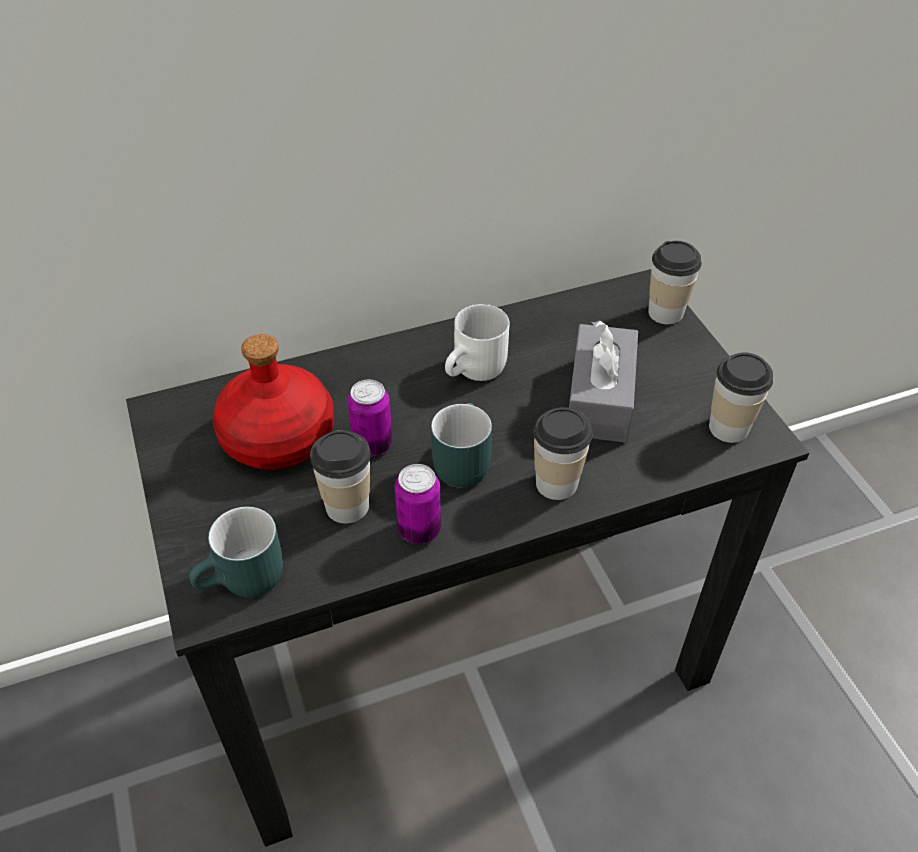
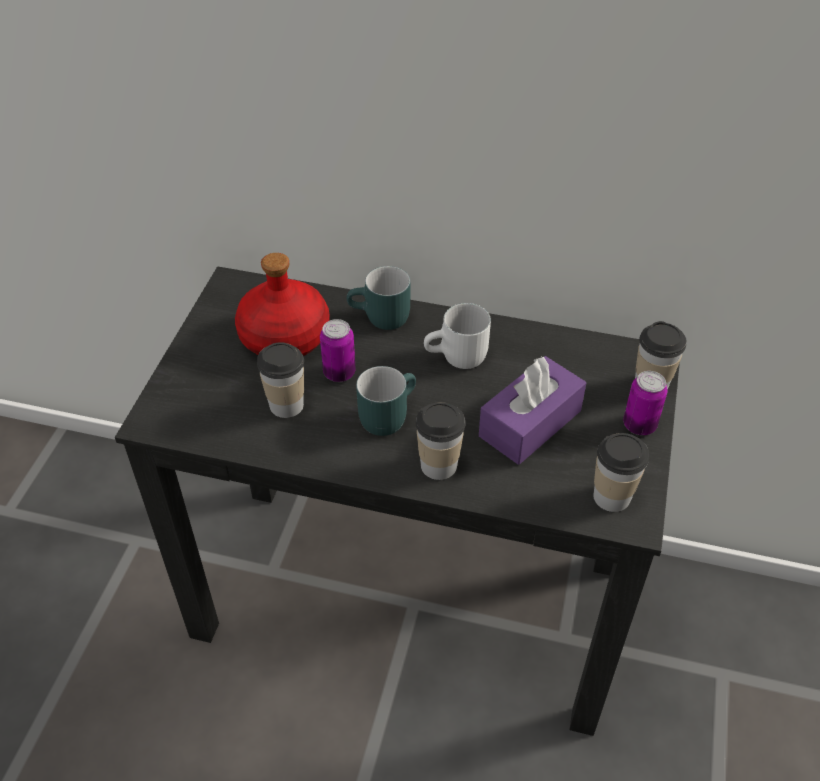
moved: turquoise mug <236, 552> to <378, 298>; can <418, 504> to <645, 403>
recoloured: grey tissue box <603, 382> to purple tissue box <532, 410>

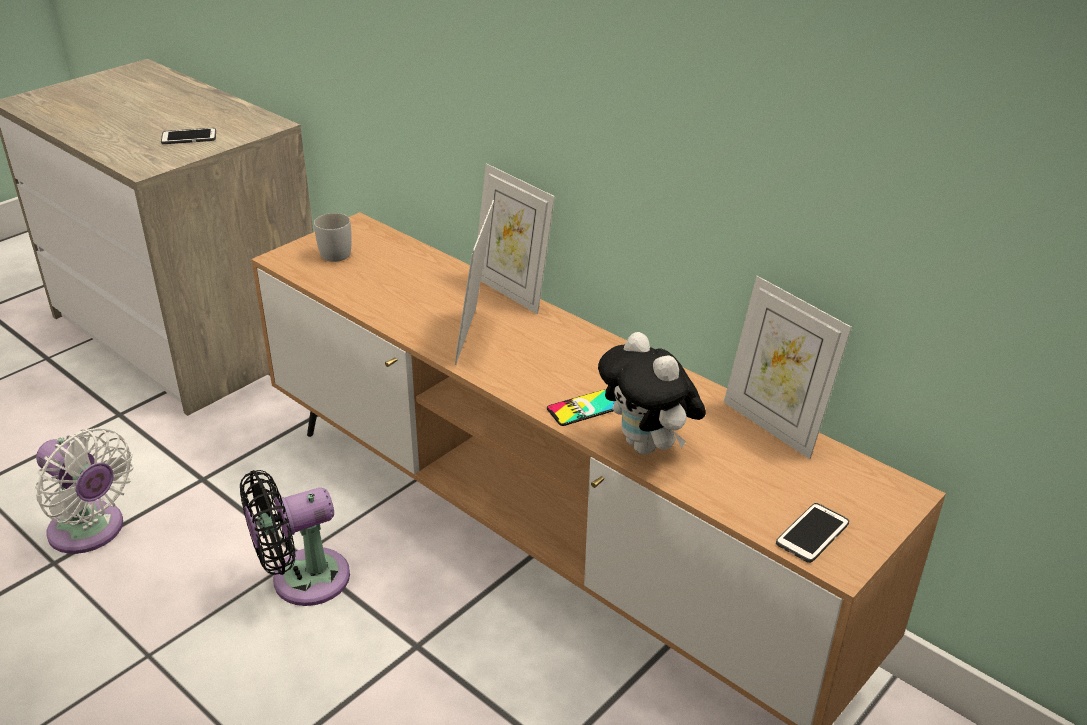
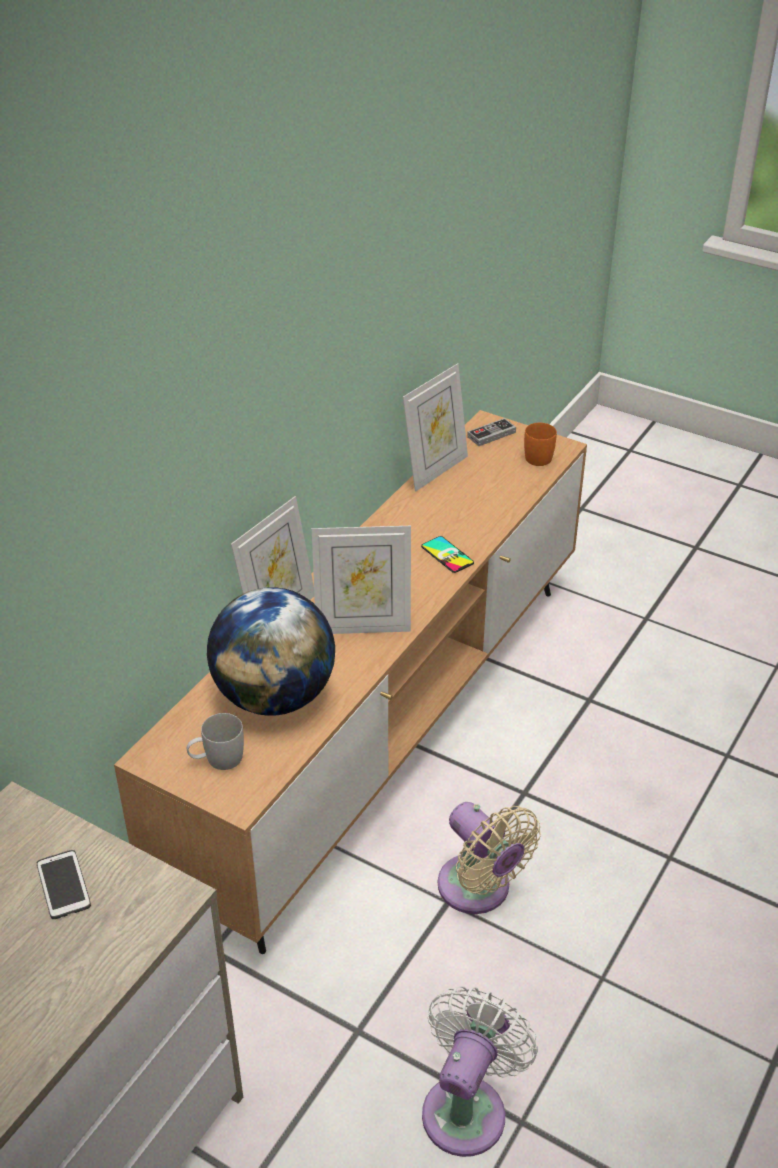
removed: plush toy <652, 393>
added: globe <271, 651>; game controller <491, 432>
replaced: phone <812, 533> to orange mug <540, 444>
recoloured: black fan <295, 538> to beige fan <489, 858>

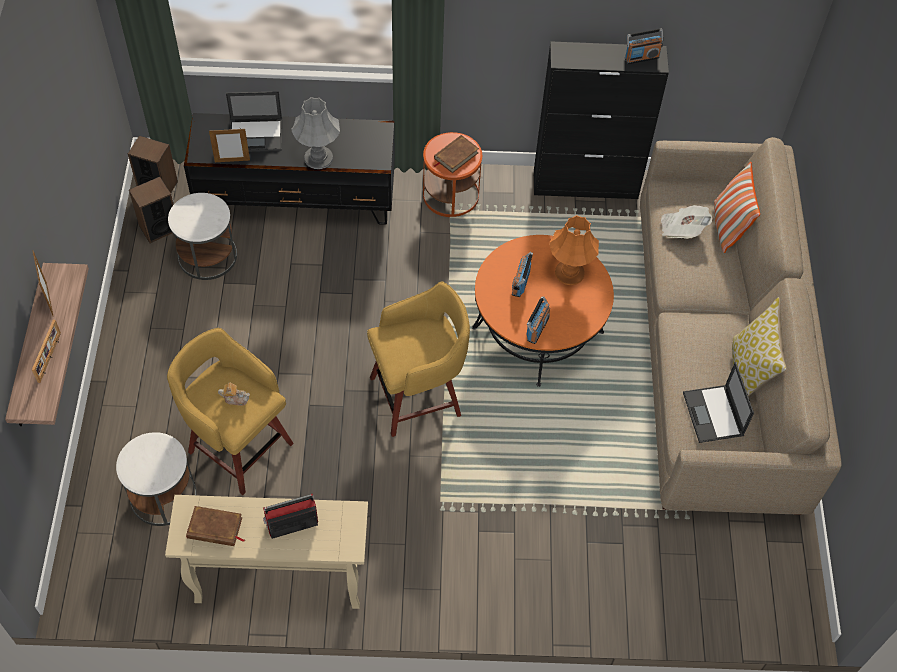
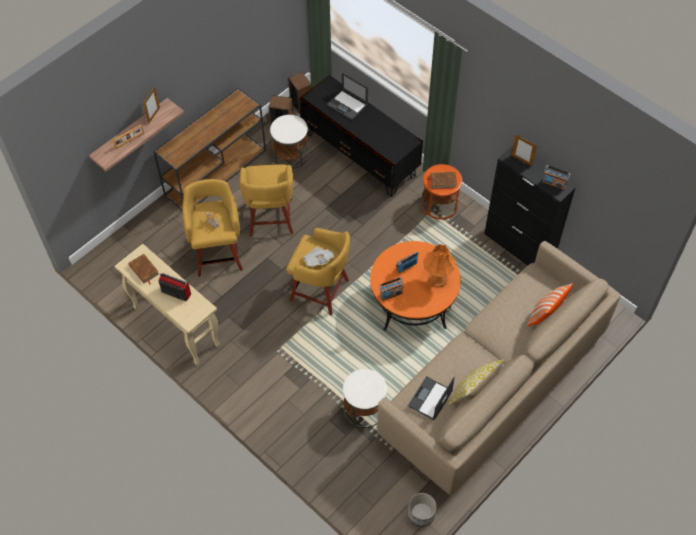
removed: grey table lamp <315, 133>
added: brown console table <209, 149>; yellow stool <266, 200>; planter <422, 510>
moved: newspaper <686, 222> to <318, 257>; white side table <156, 479> to <365, 398>; picture frame <229, 145> to <524, 150>

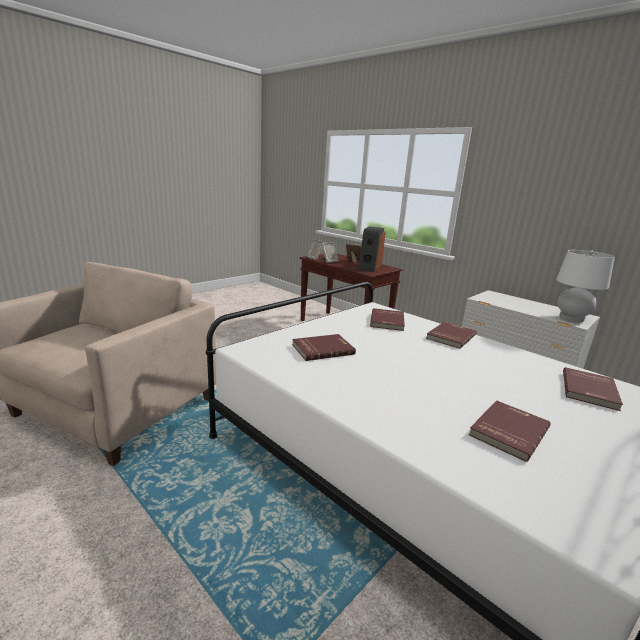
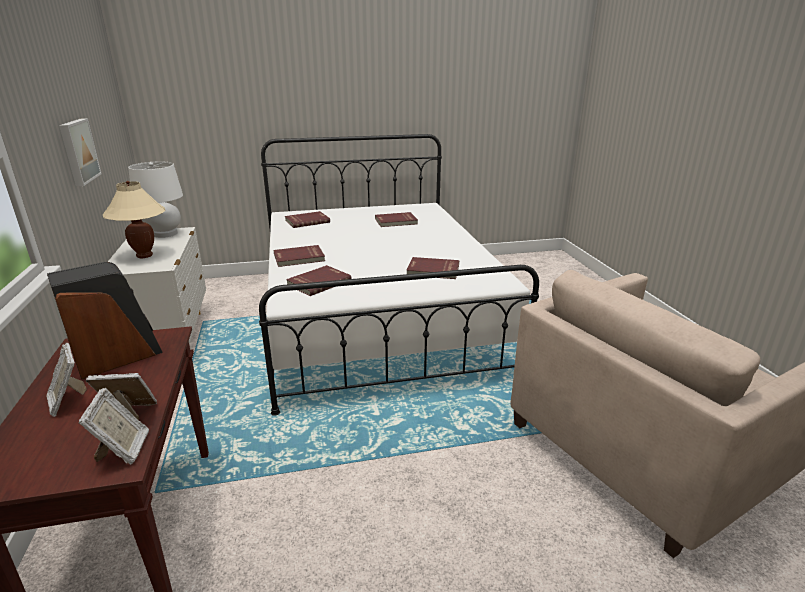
added: picture <80, 152>; beige table lamp <134, 219>

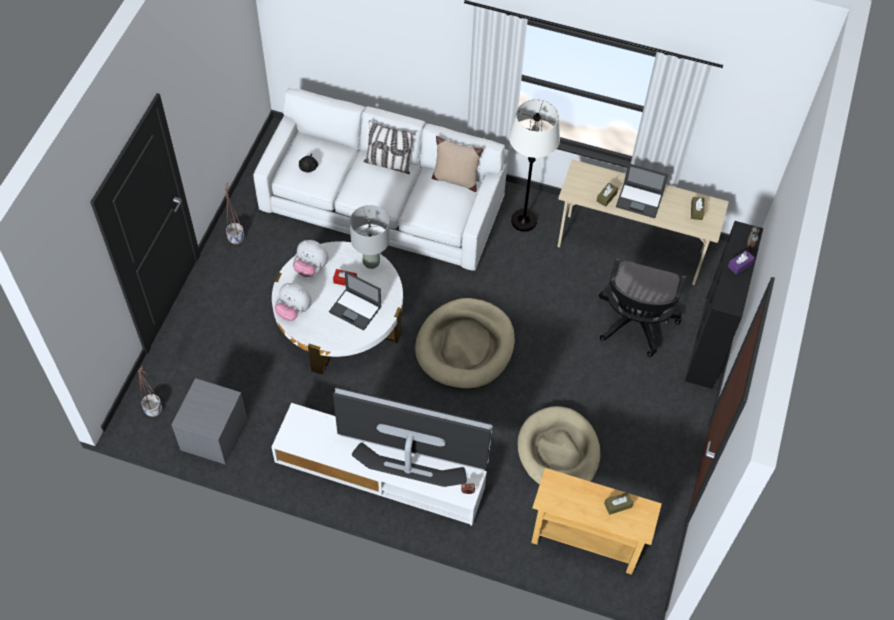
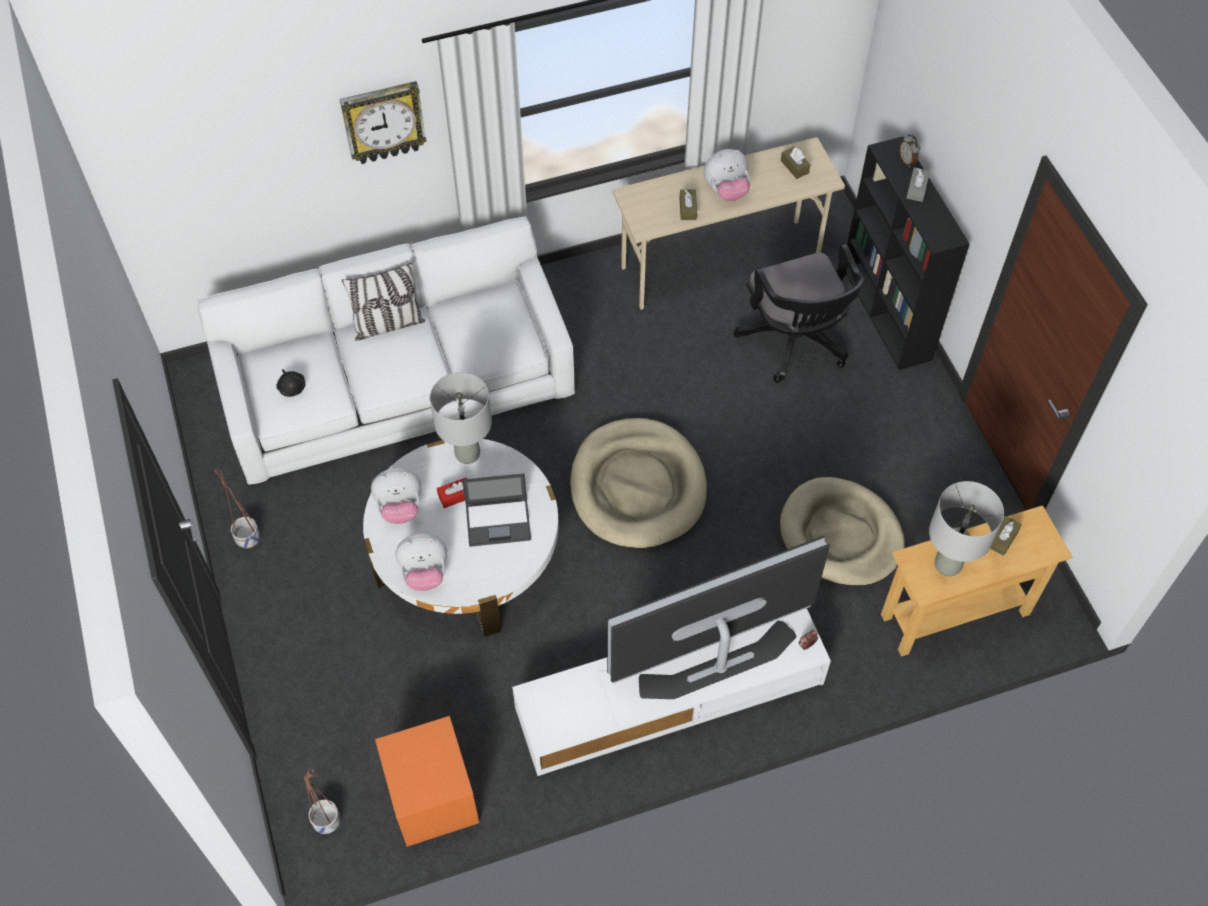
removed: beige pillow <457, 164>; white floor lamp <534, 165>
added: wall clock <383, 122>; grey table lamp <966, 528>
replaced: laptop <642, 190> to plush toy <727, 175>
recoloured: grey nightstand <209, 421> to orange nightstand <427, 781>; purple tissue box <741, 262> to grey tissue box <918, 185>

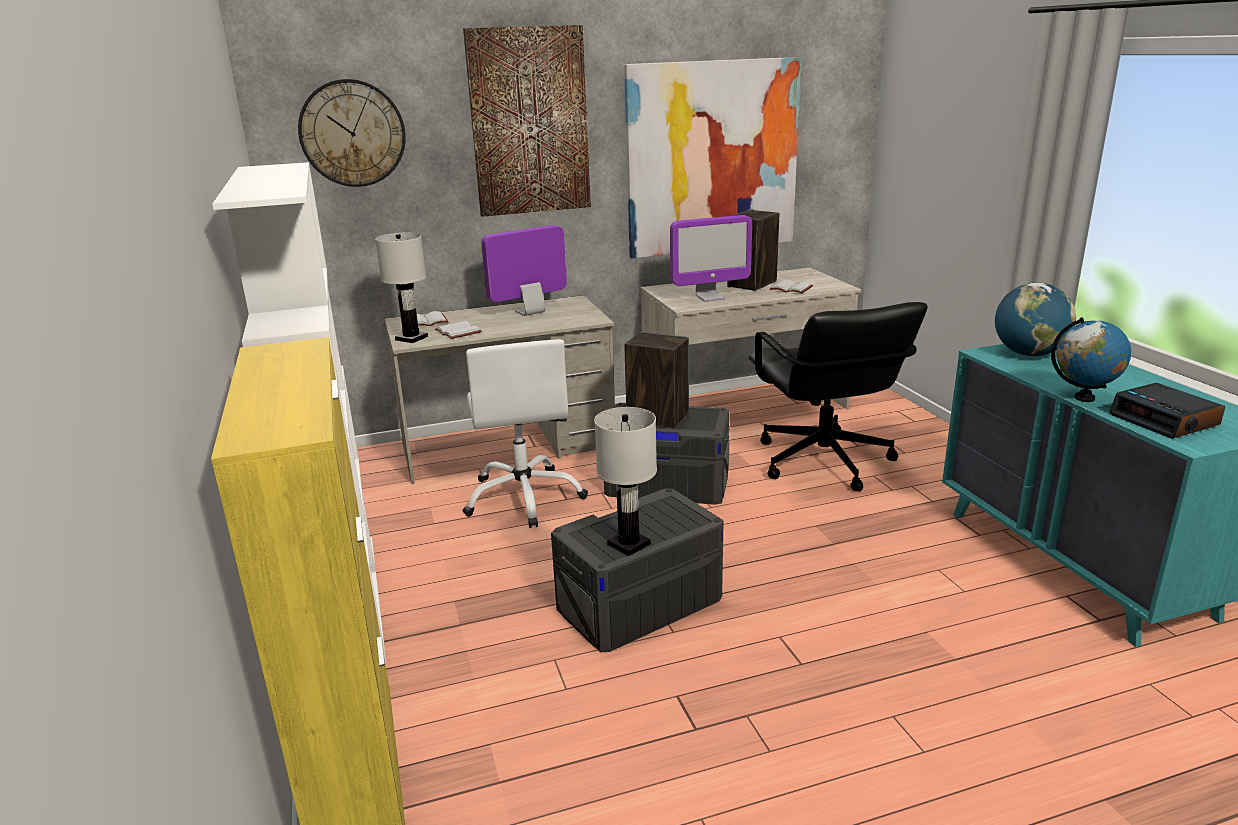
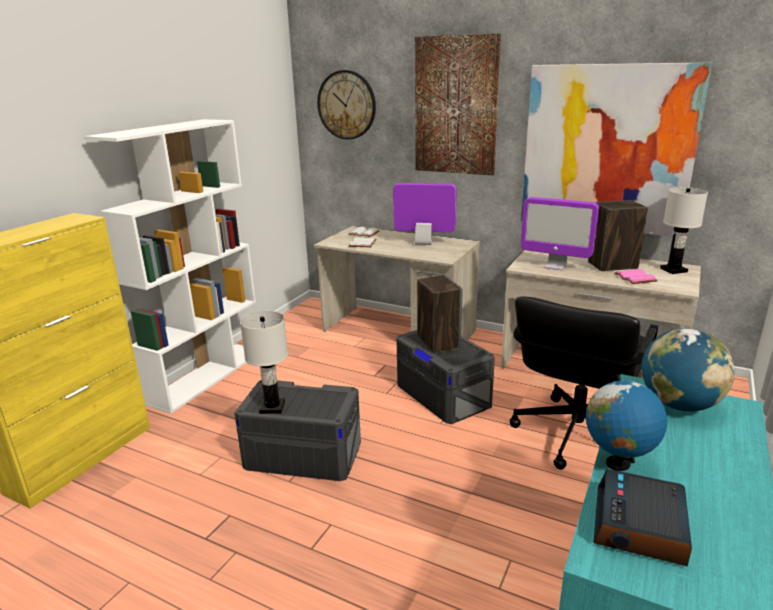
removed: white office chair <525, 433>
moved: white table lamp <401, 287> to <684, 230>
recoloured: white book <791, 286> to pink book <636, 276>

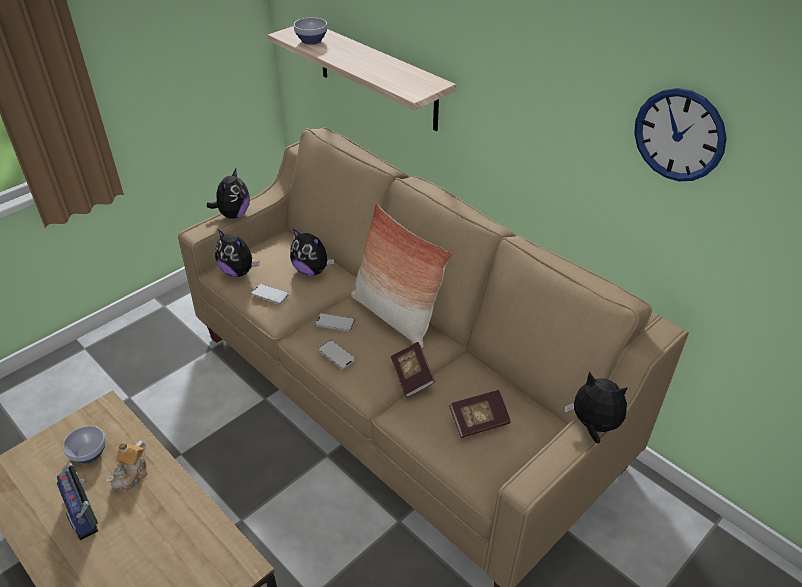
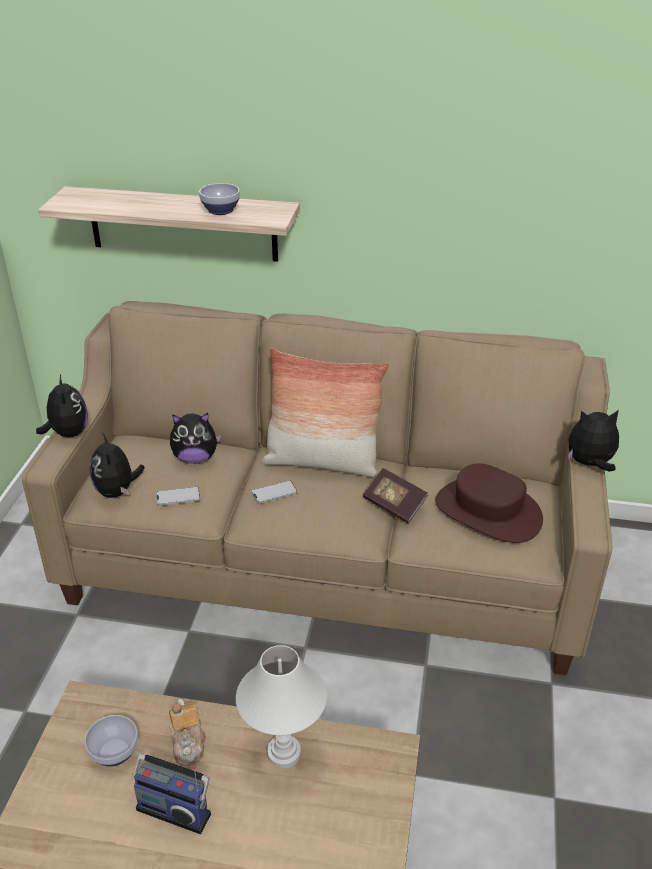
removed: phone <337, 354>; wall clock <680, 134>
added: white table lamp <281, 706>
moved: bowl <311, 31> to <219, 199>
replaced: book <480, 414> to brown hat <489, 503>
turned: plush toy <237, 253> = <117, 465> 75 degrees clockwise

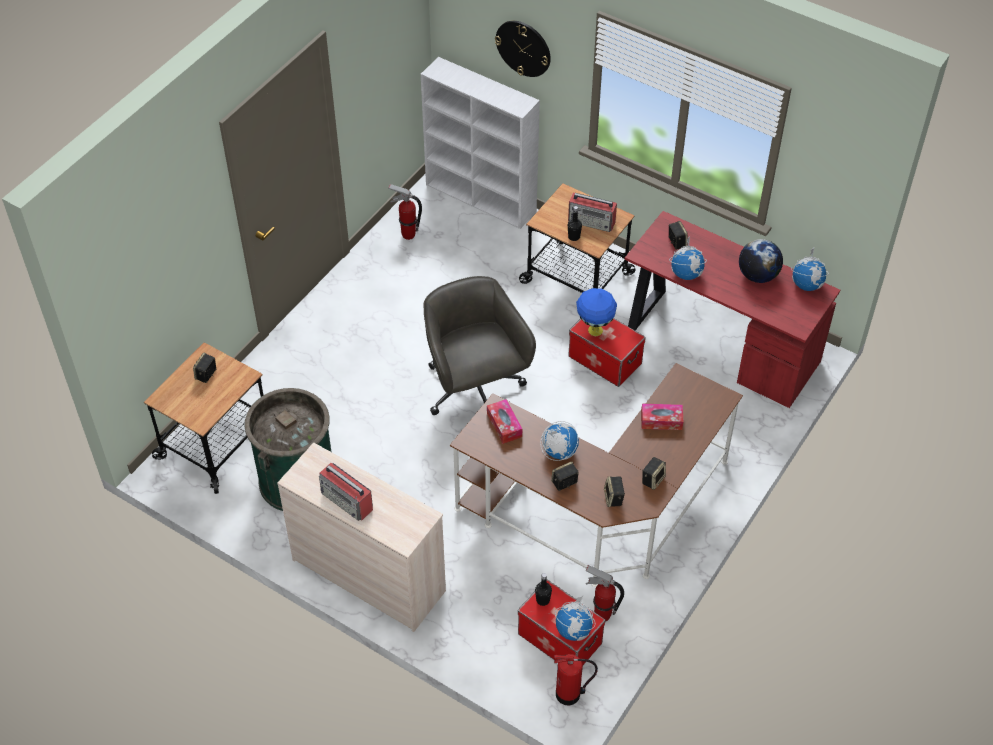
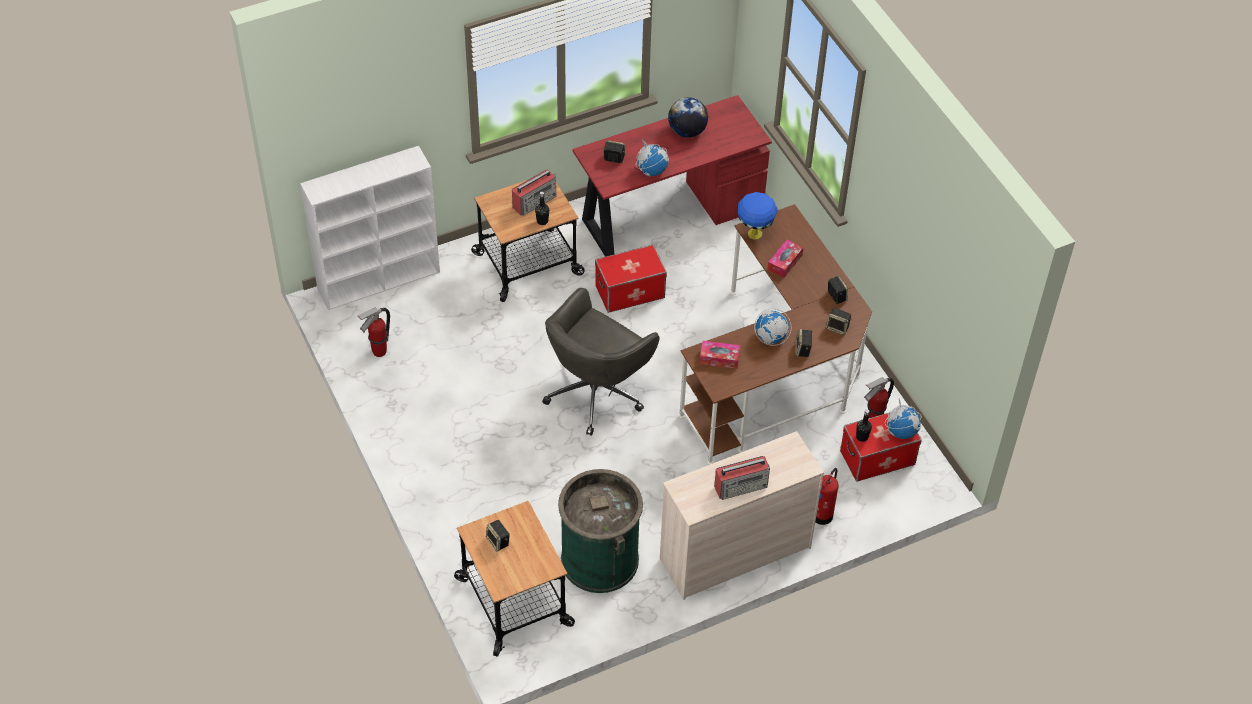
removed: wall clock <523, 49>; globe <810, 269>
moved: blue table lamp <596, 312> to <757, 216>; fire extinguisher <576, 680> to <827, 496>
turned: grey office chair <480, 345> = <600, 362> 60 degrees counterclockwise

